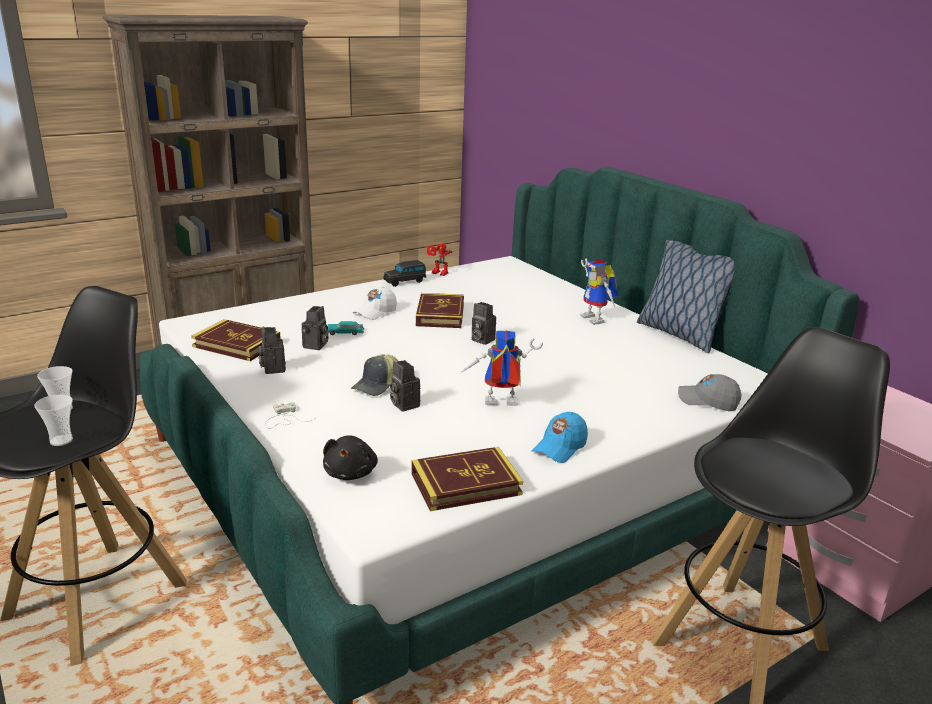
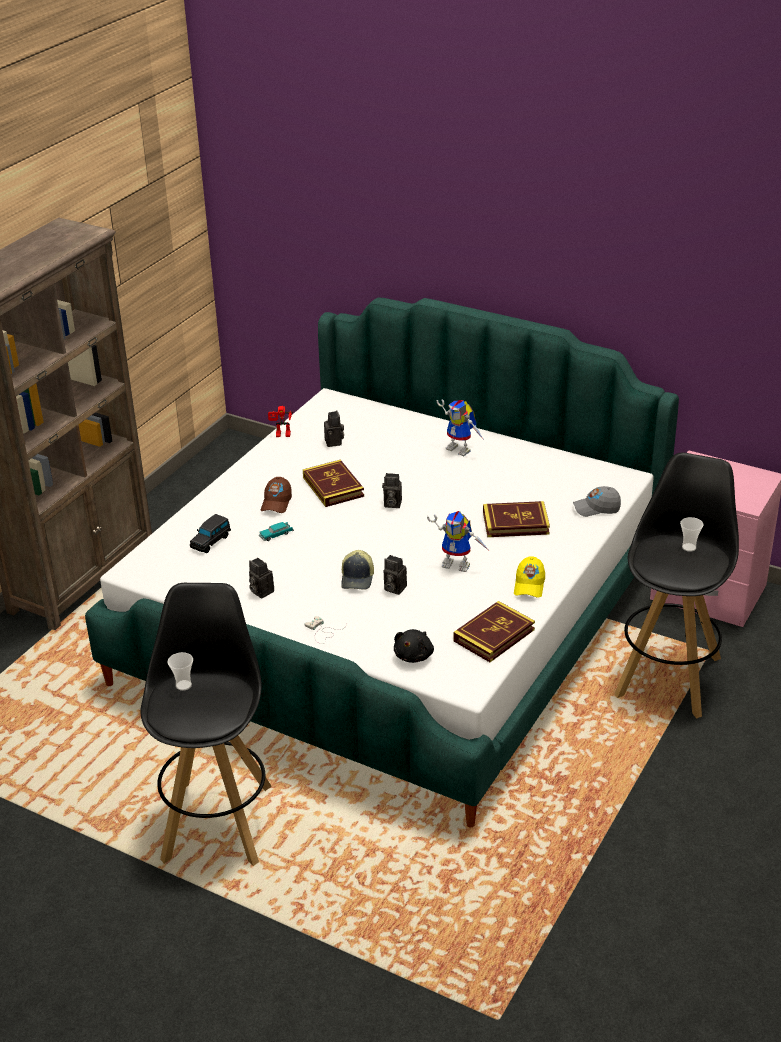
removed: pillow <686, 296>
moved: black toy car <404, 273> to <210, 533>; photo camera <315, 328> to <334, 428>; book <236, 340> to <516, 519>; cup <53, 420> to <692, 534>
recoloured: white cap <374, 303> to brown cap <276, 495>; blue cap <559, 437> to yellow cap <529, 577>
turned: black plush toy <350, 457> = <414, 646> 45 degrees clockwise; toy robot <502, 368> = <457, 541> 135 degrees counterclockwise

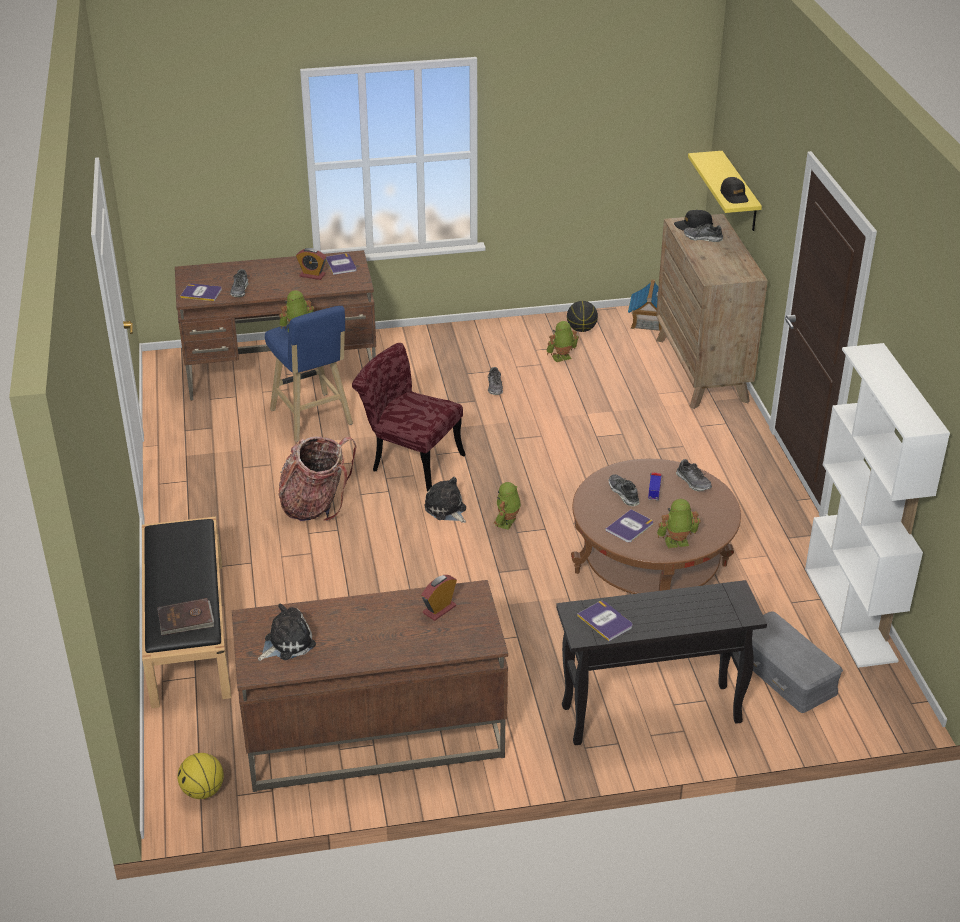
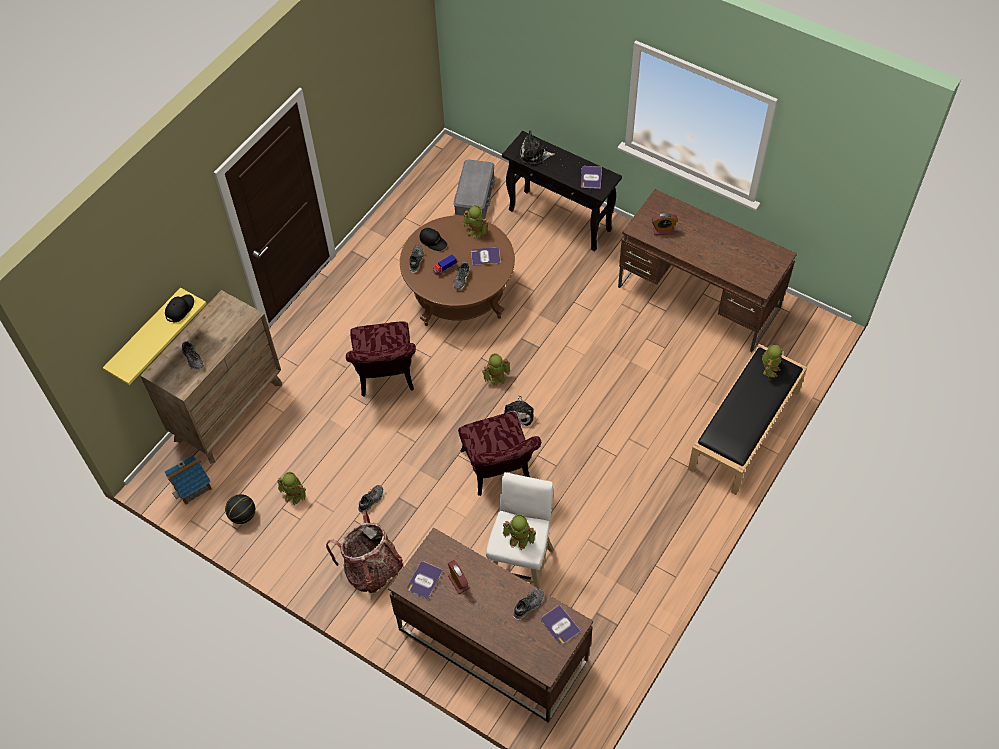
removed: basketball <201, 776>; white bookcase <877, 505>
added: red chair <381, 359>
moved: backpack <317, 479> to <364, 552>; black cap <693, 220> to <433, 239>; plush toy <287, 632> to <537, 147>
replaced: brown book <185, 617> to toy robot <772, 361>
recoloured: blue stool <309, 374> to white stool <520, 530>

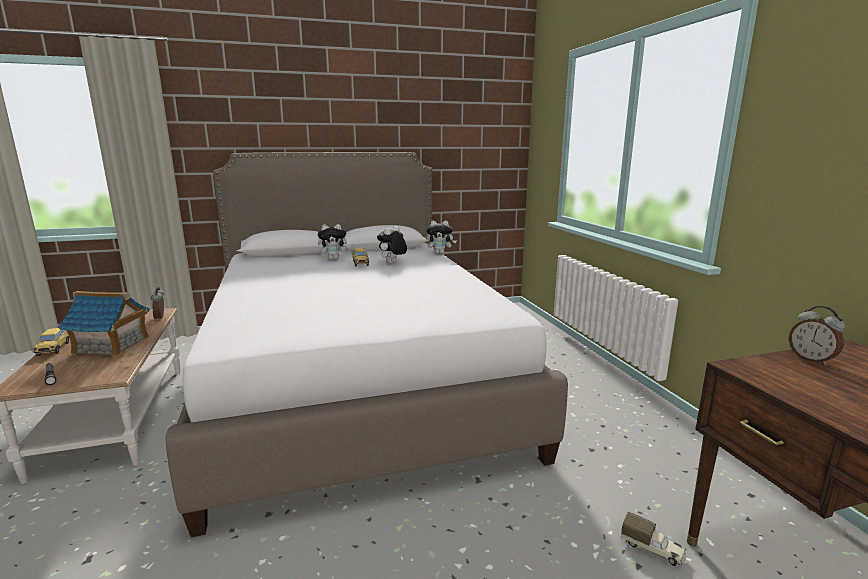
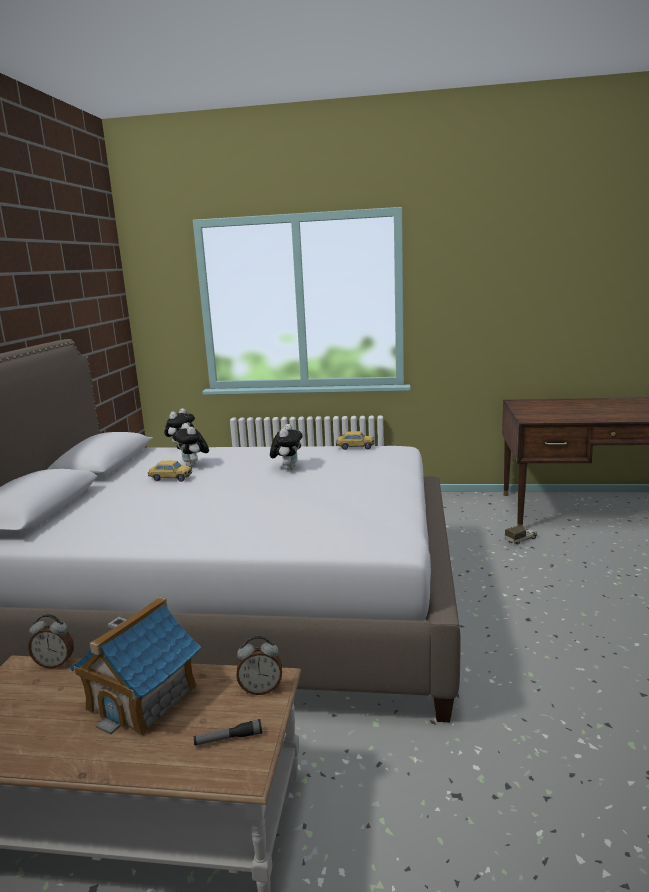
moved: alarm clock <817, 335> to <259, 665>; plush toy <334, 242> to <286, 447>; toy car <52, 342> to <355, 440>

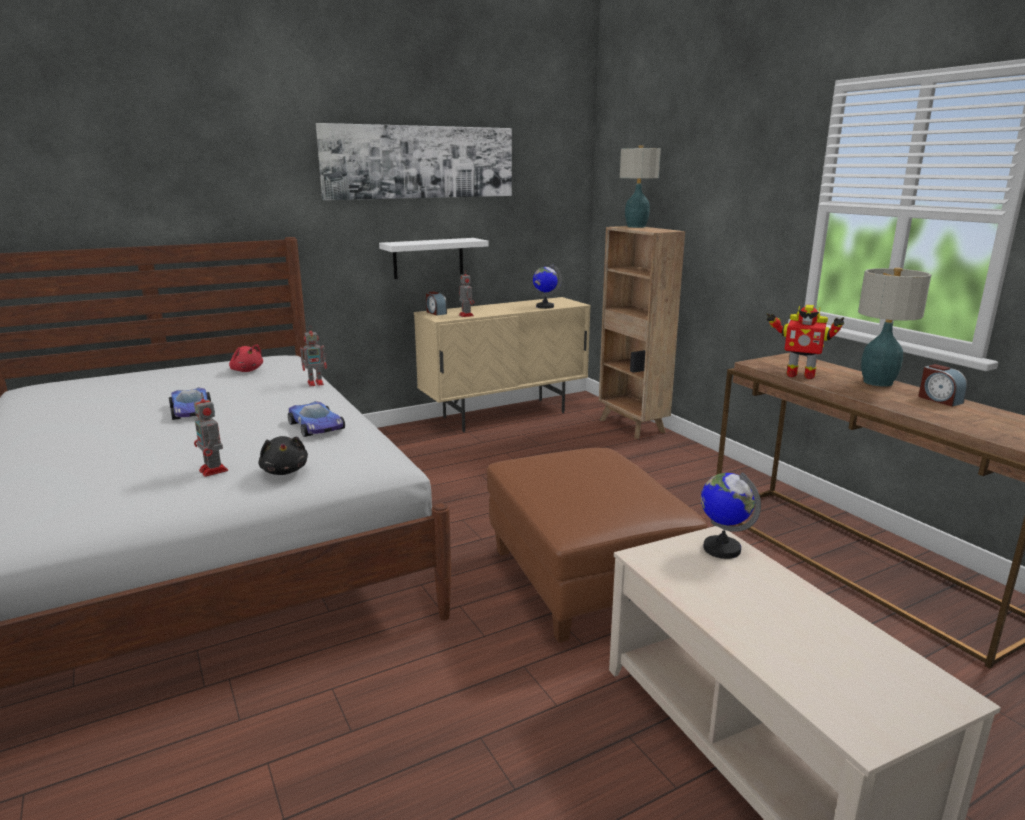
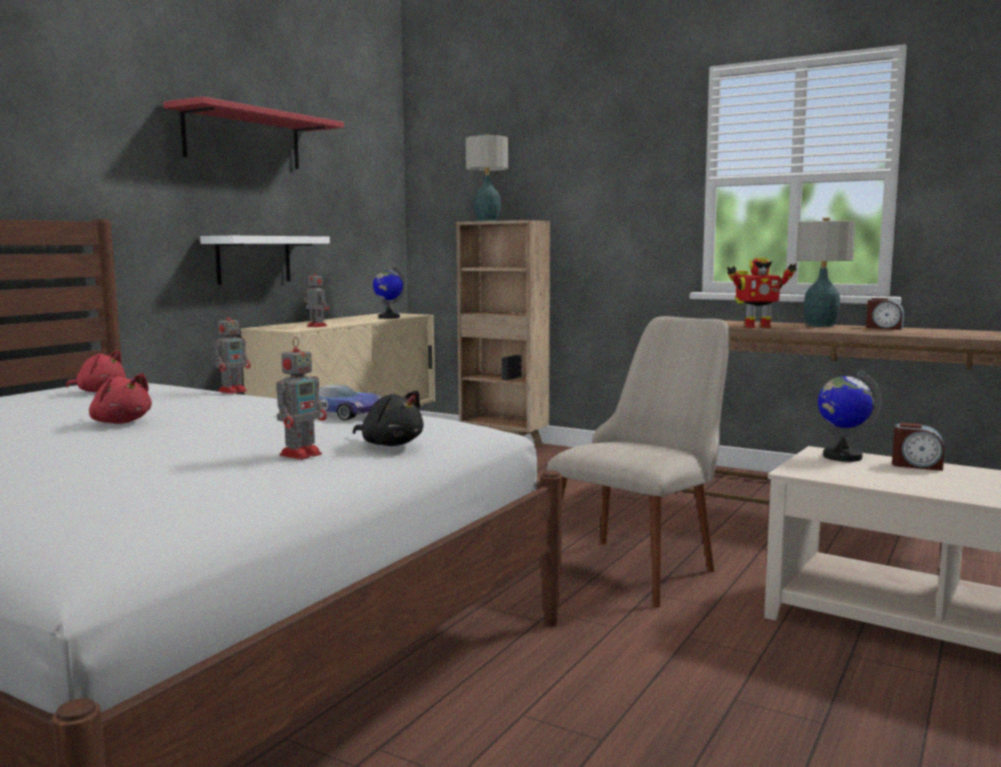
moved: alarm clock <436, 303> to <918, 447>
replaced: toy car <192, 403> to red plush toy <120, 398>; picture <414, 161> to red shelf <253, 132>; brown ottoman <597, 545> to beige chair <638, 462>
turned: toy robot <211, 434> = <301, 398> 75 degrees counterclockwise

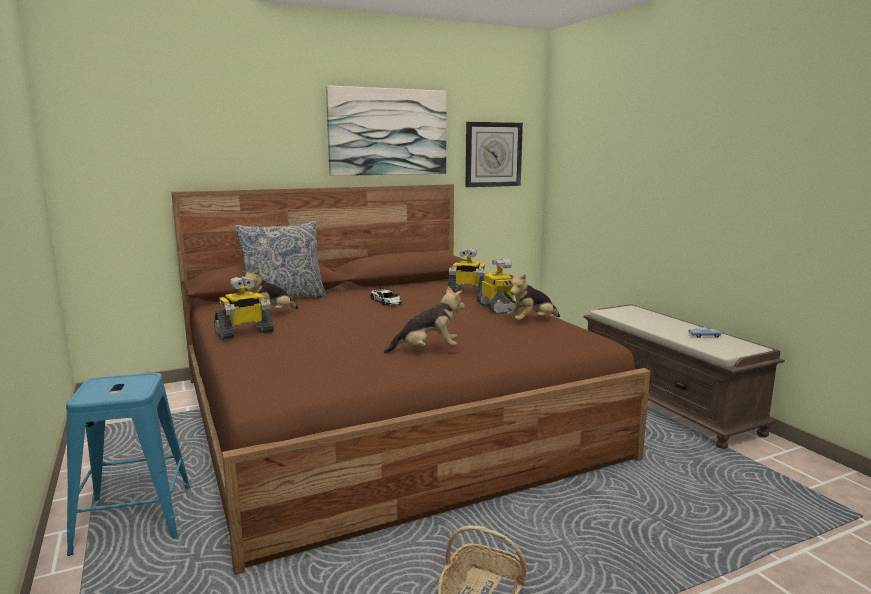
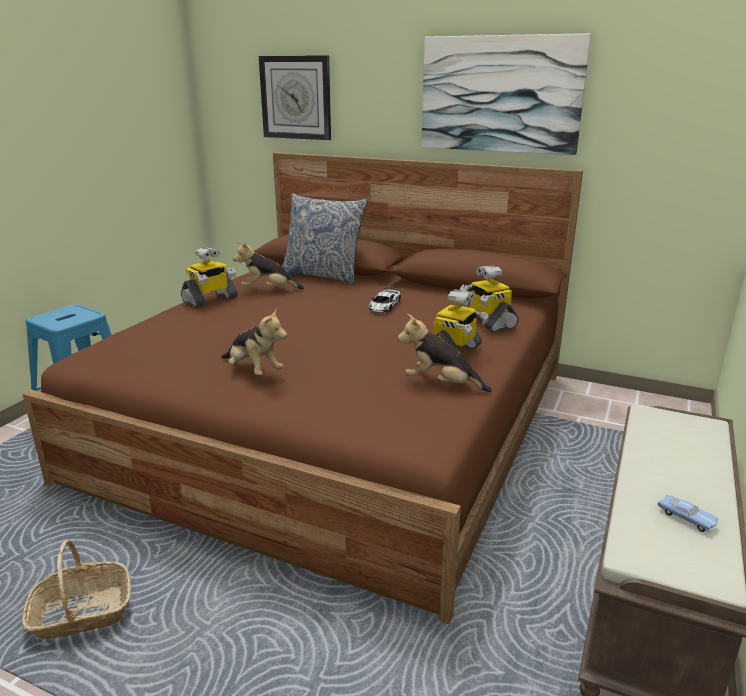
moved: wall clock <494, 154> to <295, 97>
turned: toy robot <244, 308> = <209, 277> 60 degrees counterclockwise

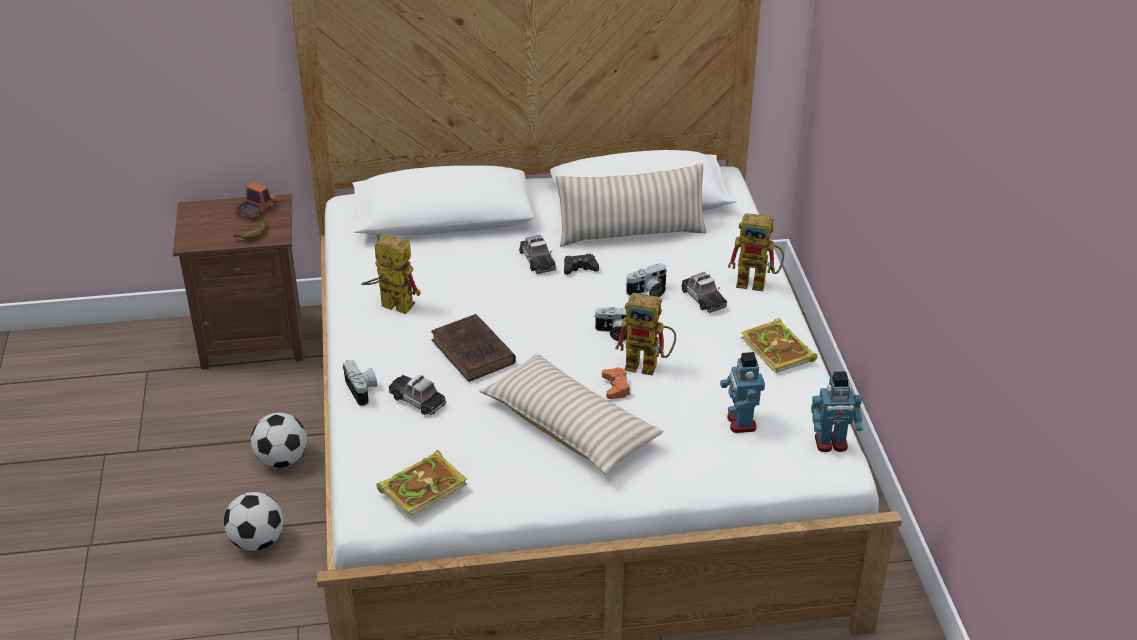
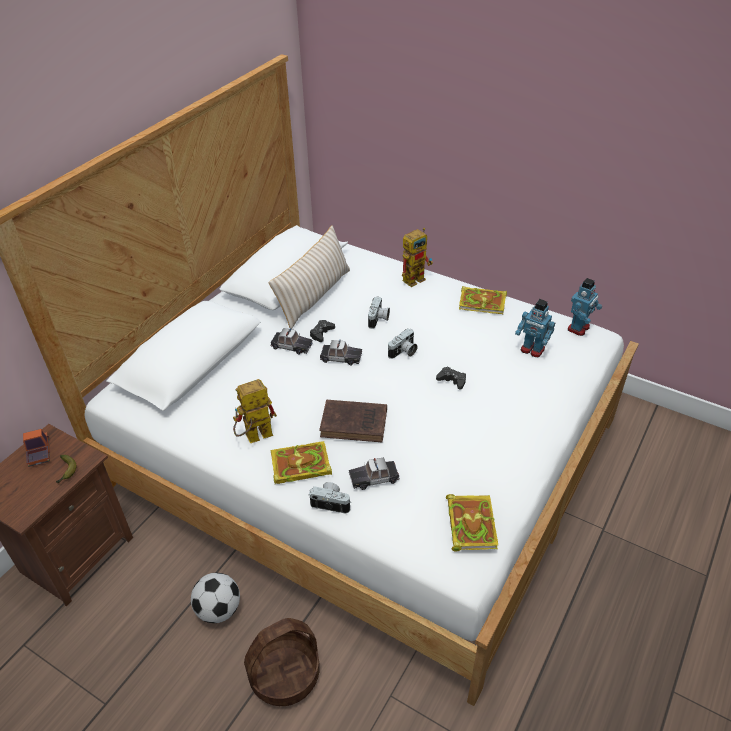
removed: beige pillow <571, 414>; toy robot <645, 334>
added: book <301, 462>
moved: toy car <704, 292> to <341, 352>
replaced: football <254, 521> to basket <282, 662>
recoloured: orange game controller <616, 383> to black game controller <451, 378>

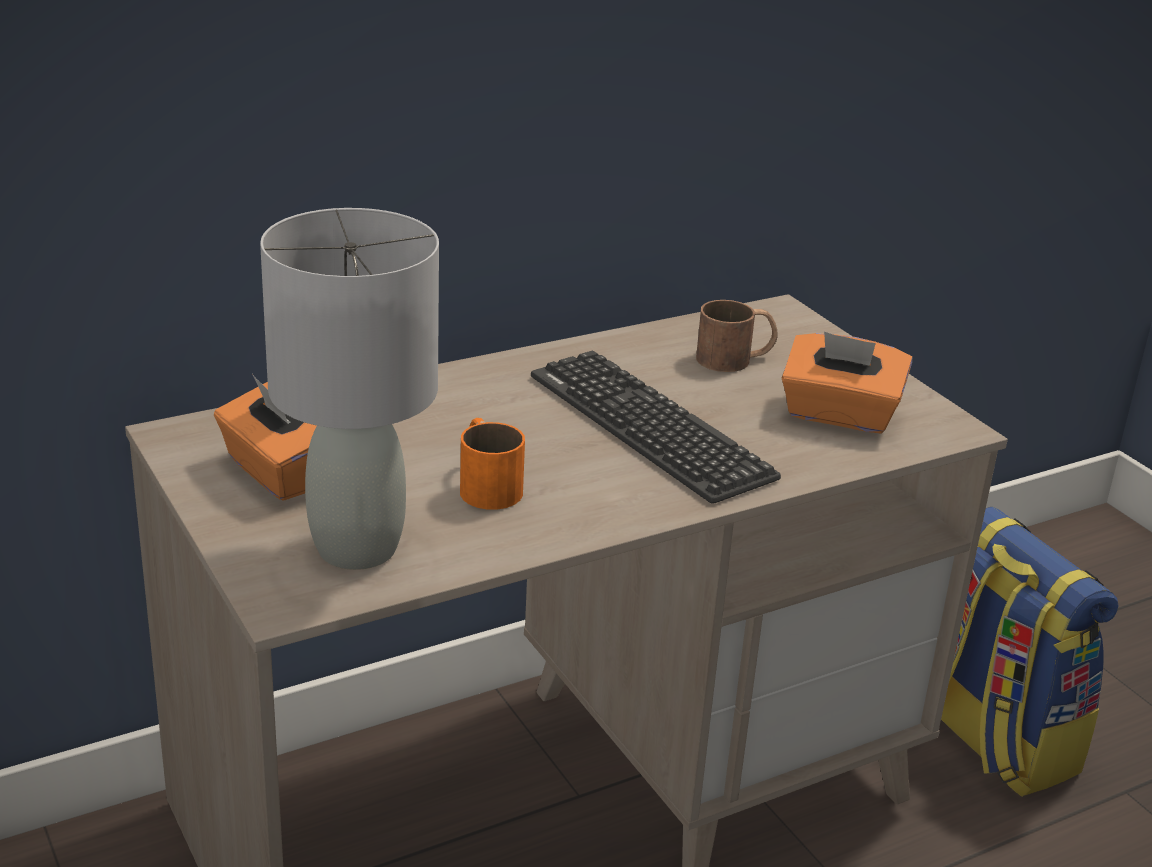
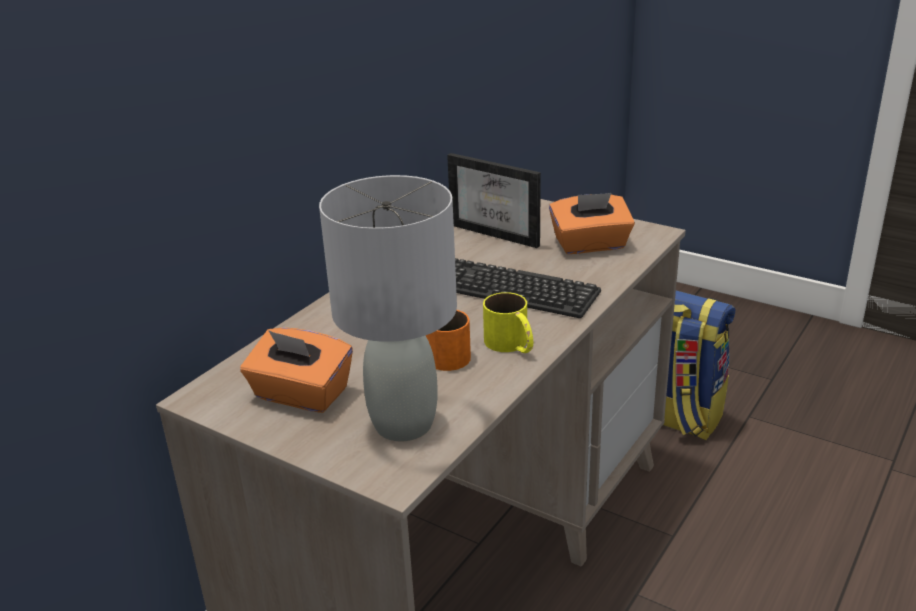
added: yellow mug <508, 322>
replaced: brown mug <737, 336> to picture frame <494, 200>

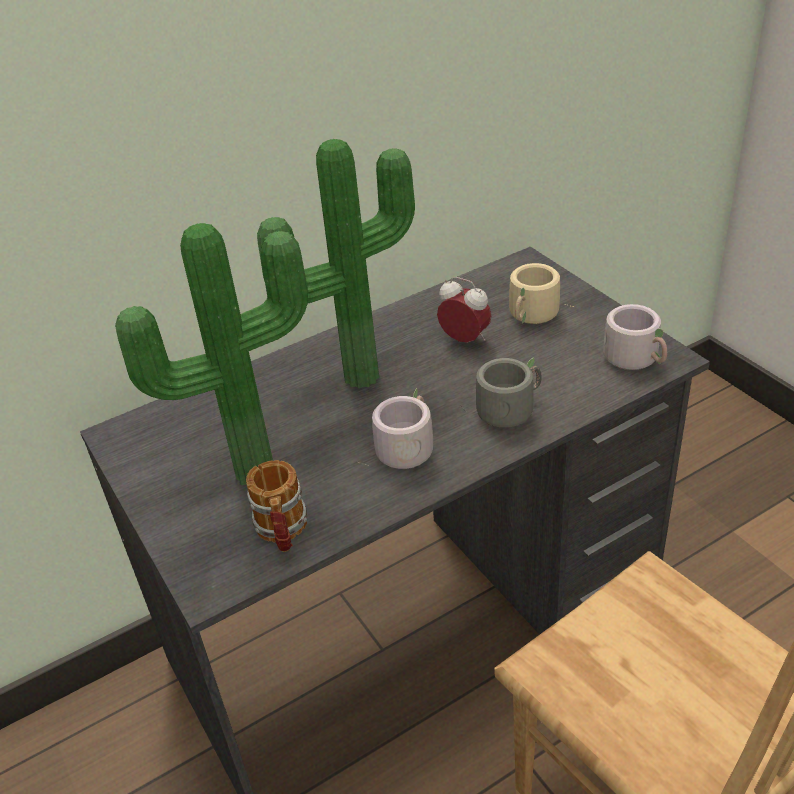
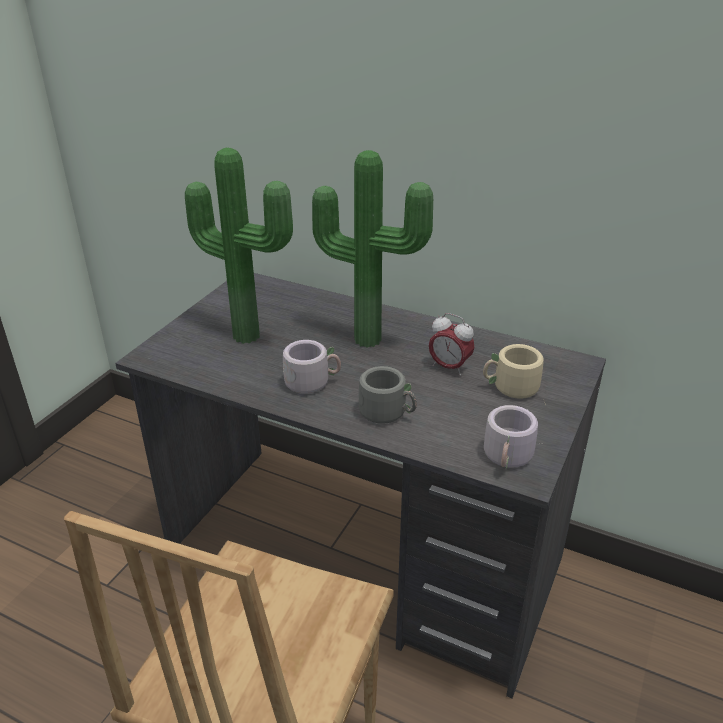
removed: mug <276, 506>
turned: alarm clock <464, 310> = <451, 344> 120 degrees clockwise

